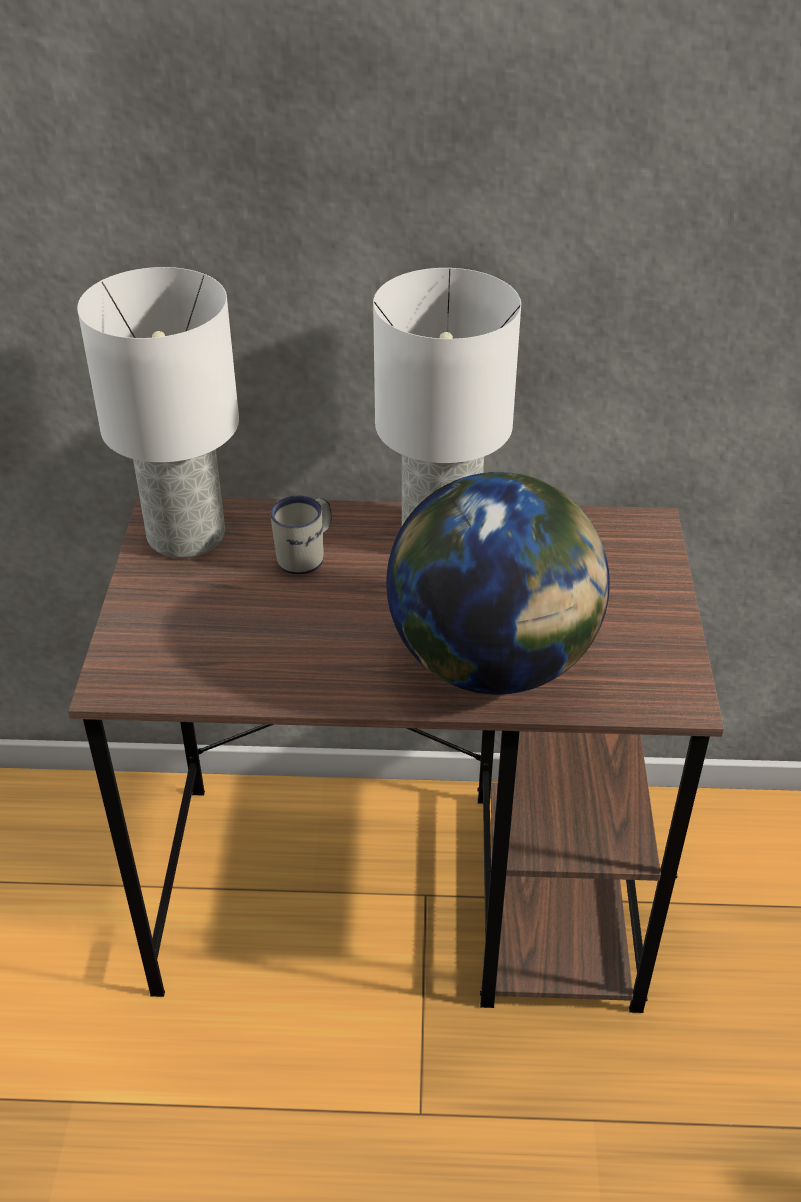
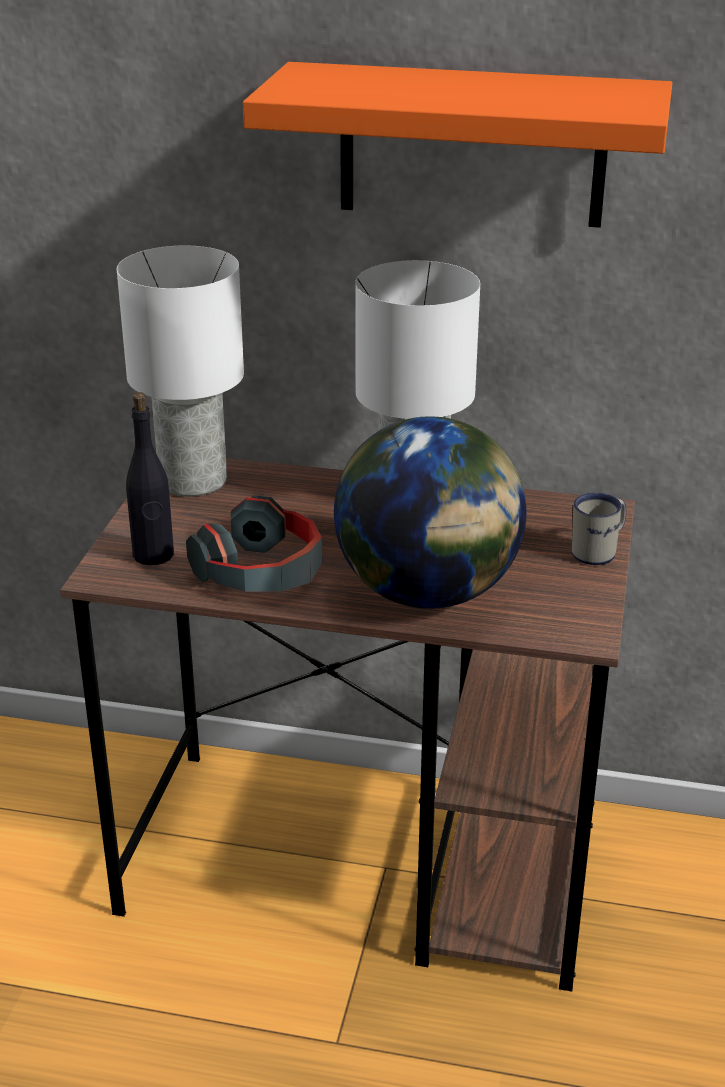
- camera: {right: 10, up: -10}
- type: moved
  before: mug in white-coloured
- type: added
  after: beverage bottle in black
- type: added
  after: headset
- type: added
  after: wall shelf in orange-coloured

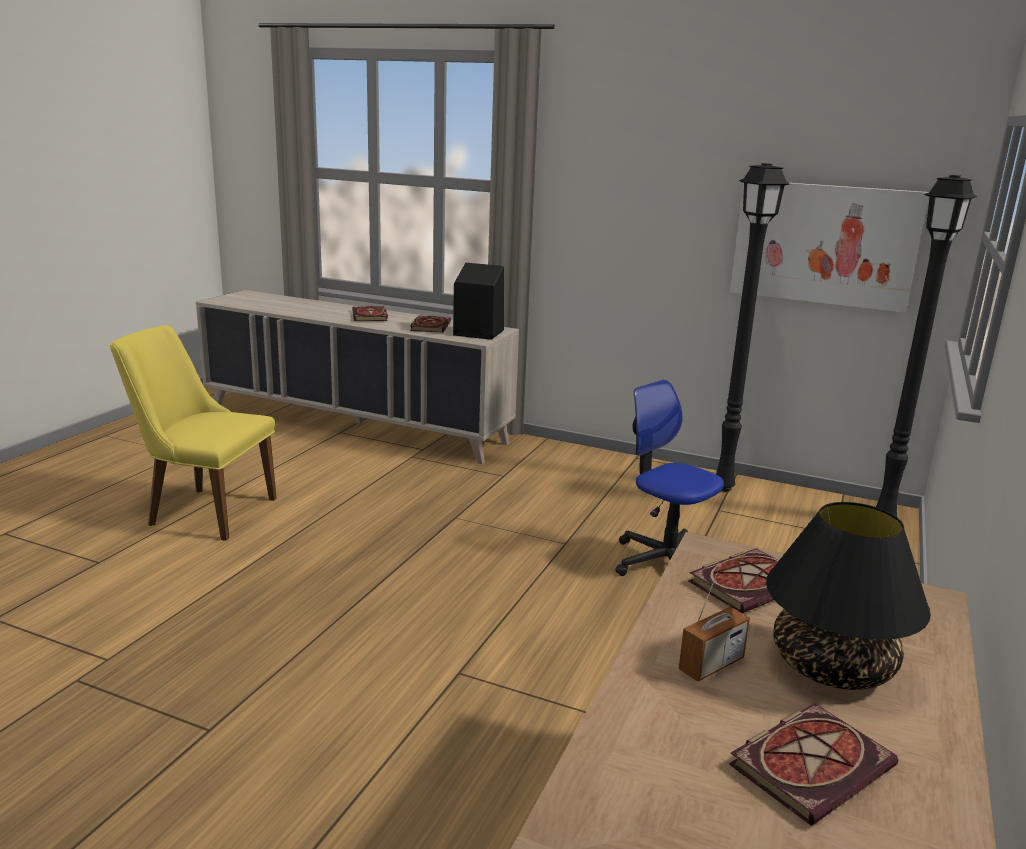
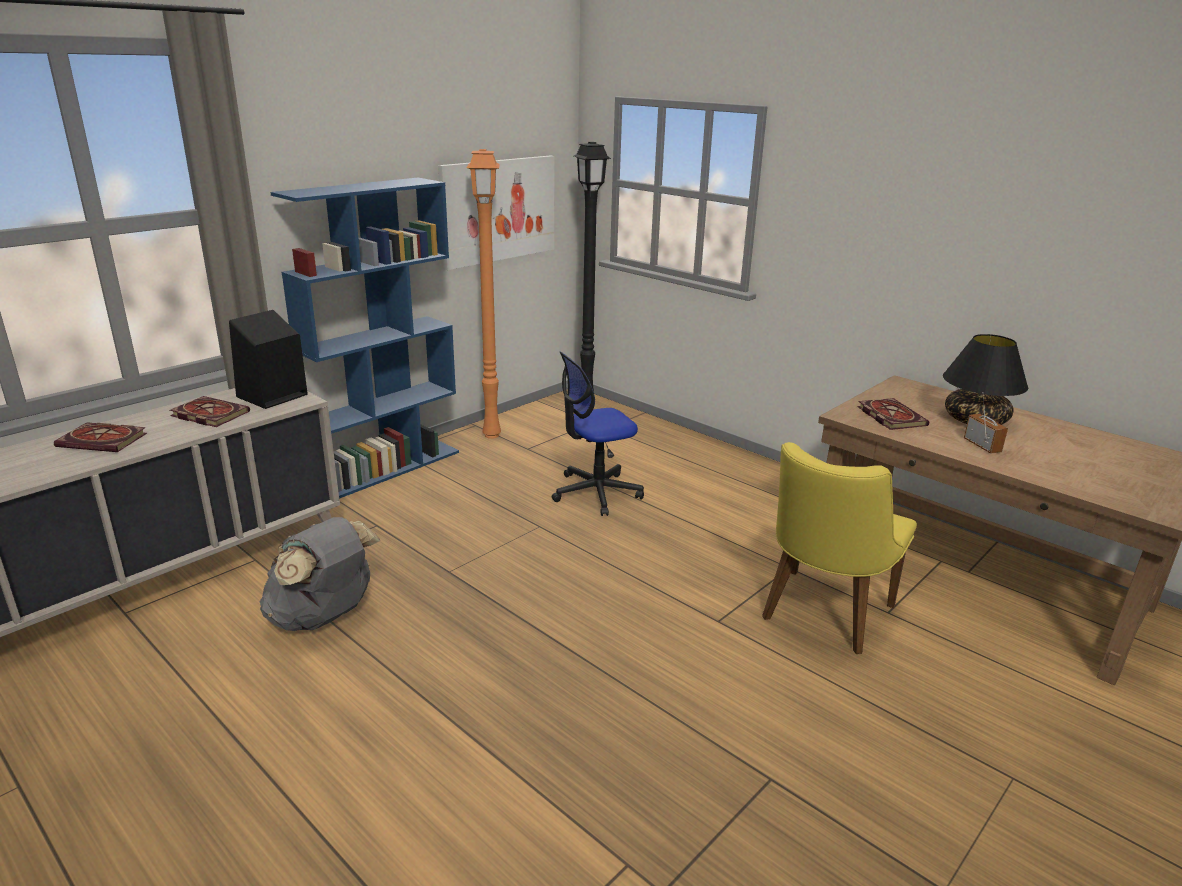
- camera: {right: -70, up: 5}
- type: moved
  before: upright chair in yellow
- type: recoloured
  before: standing lamp in black (1st from left)
  after: standing lamp in orange-coloured
- type: removed
  before: bound book (4th from left)
- type: added
  after: knapsack in gray
- type: added
  after: bookshelf in blue

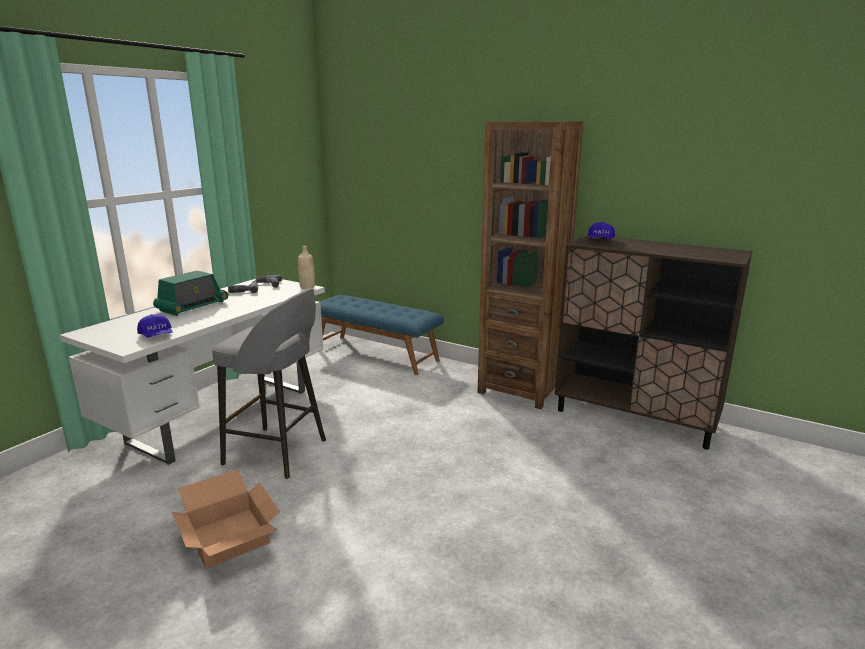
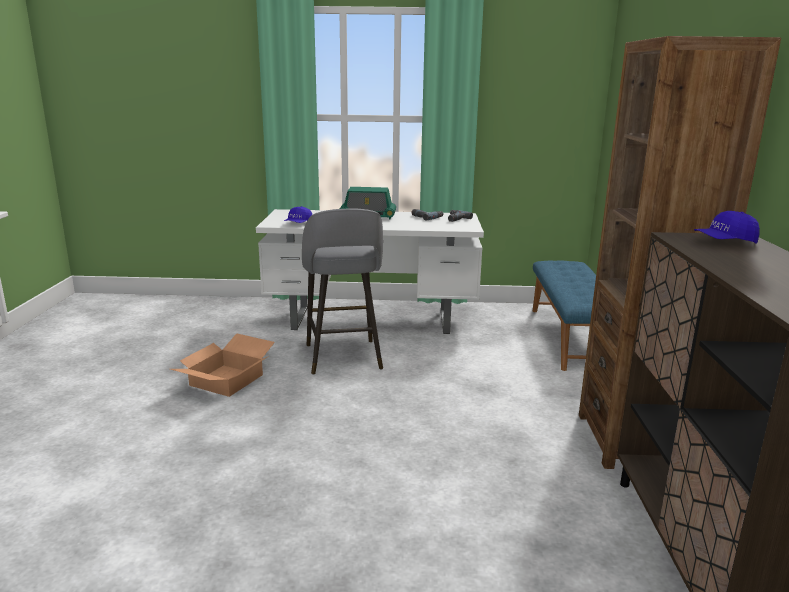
- camera: {right: 60, up: 0}
- type: removed
  before: beverage bottle in beige

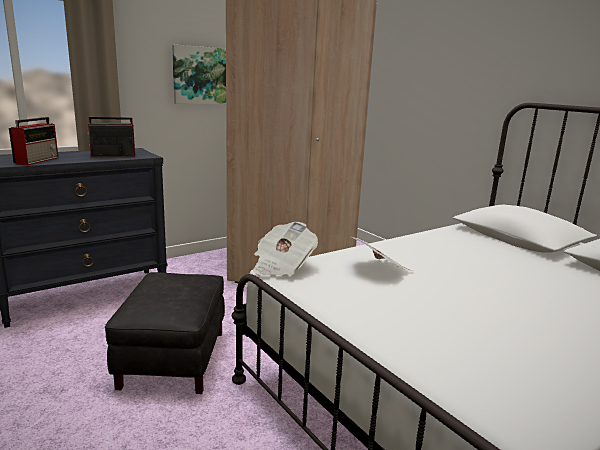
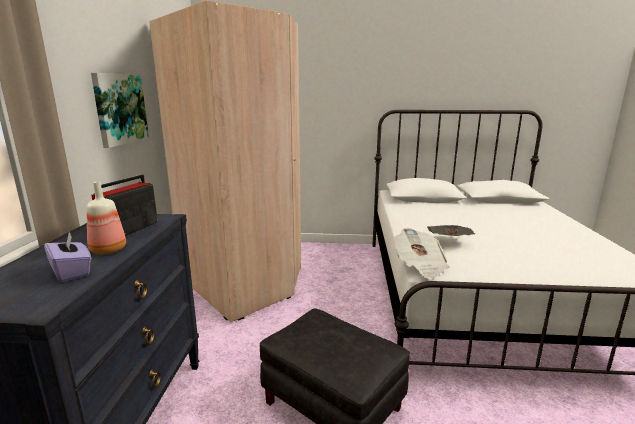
- camera: {right: -50, up: 0}
- type: replaced
  before: radio receiver (1st from left)
  after: box of tissues in purple-coloured
- type: added
  after: beverage bottle

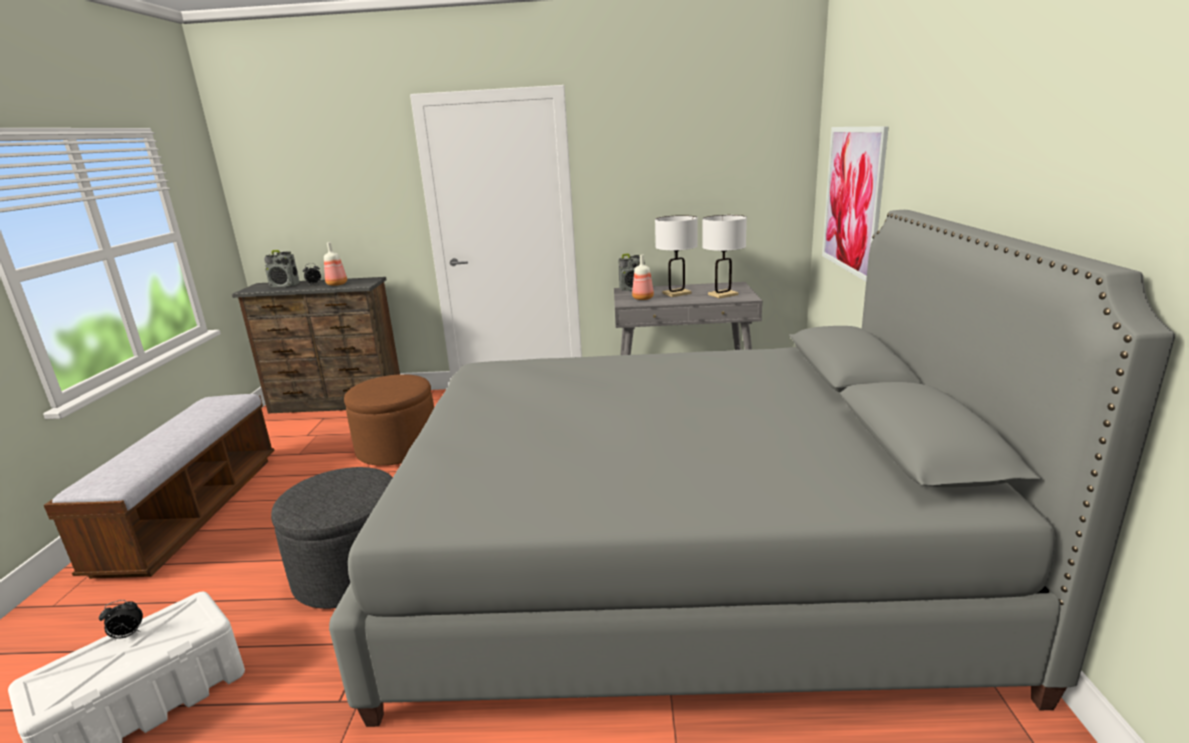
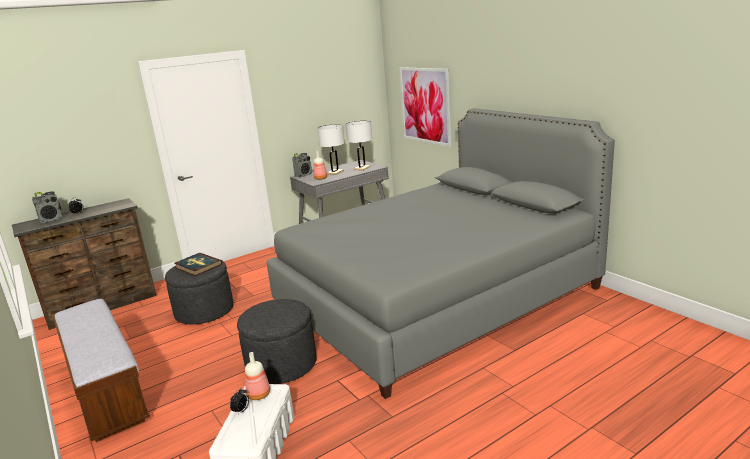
- camera: {right: -35, up: 0}
- type: moved
  before: beverage bottle (1st from left)
- type: recoloured
  before: footrest in brown
  after: footrest in gray (1st from left)
- type: added
  after: bound book

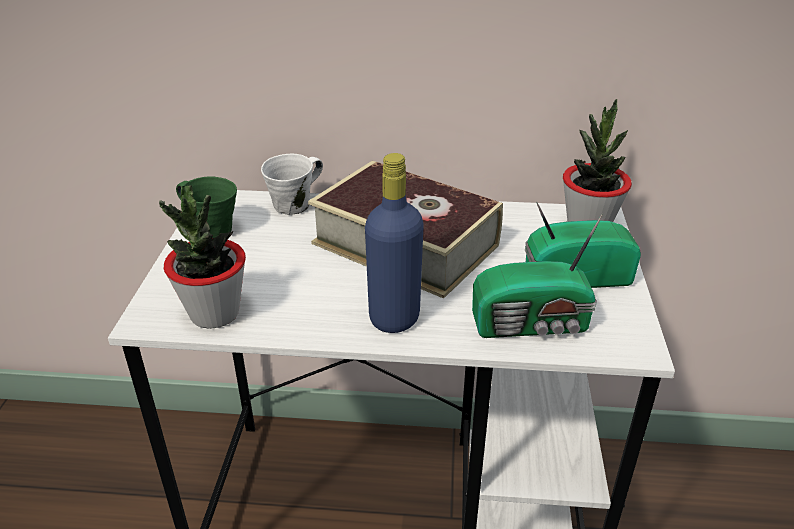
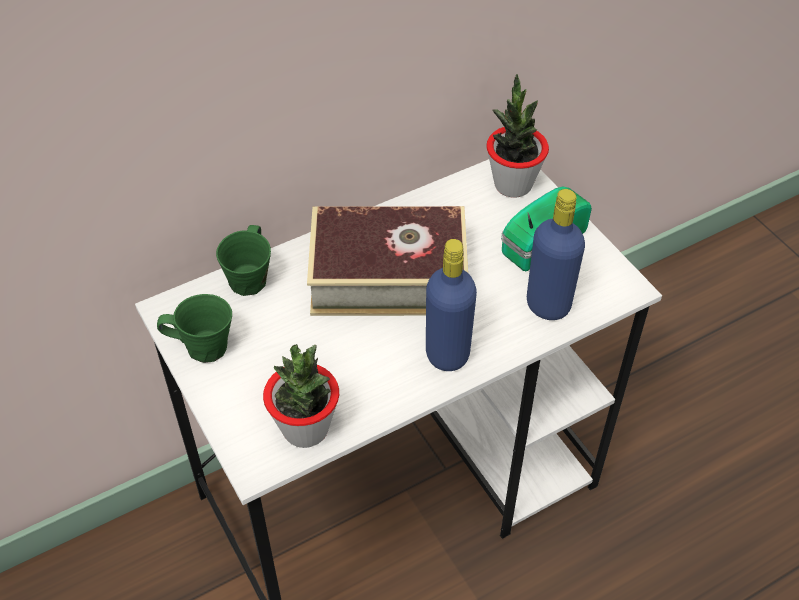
- camera: {right: -35, up: 15}
- type: recoloured
  before: mug in white-coloured
  after: mug in green (2nd from left)
- type: replaced
  before: radio receiver (1st from left)
  after: beverage bottle in blue (2nd from left)

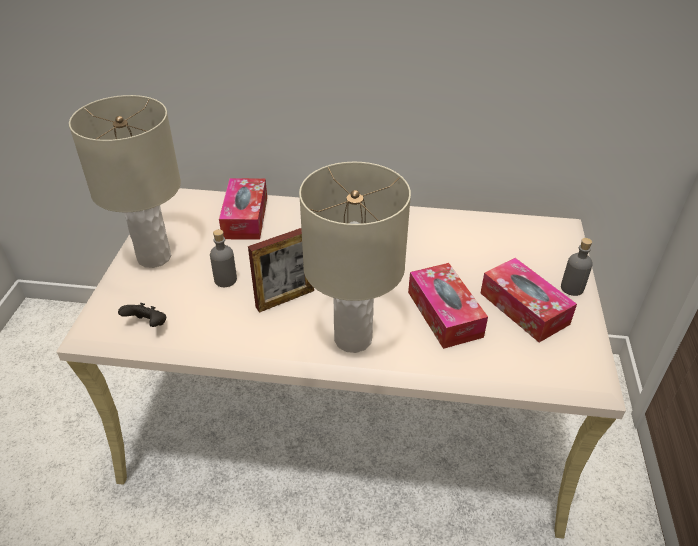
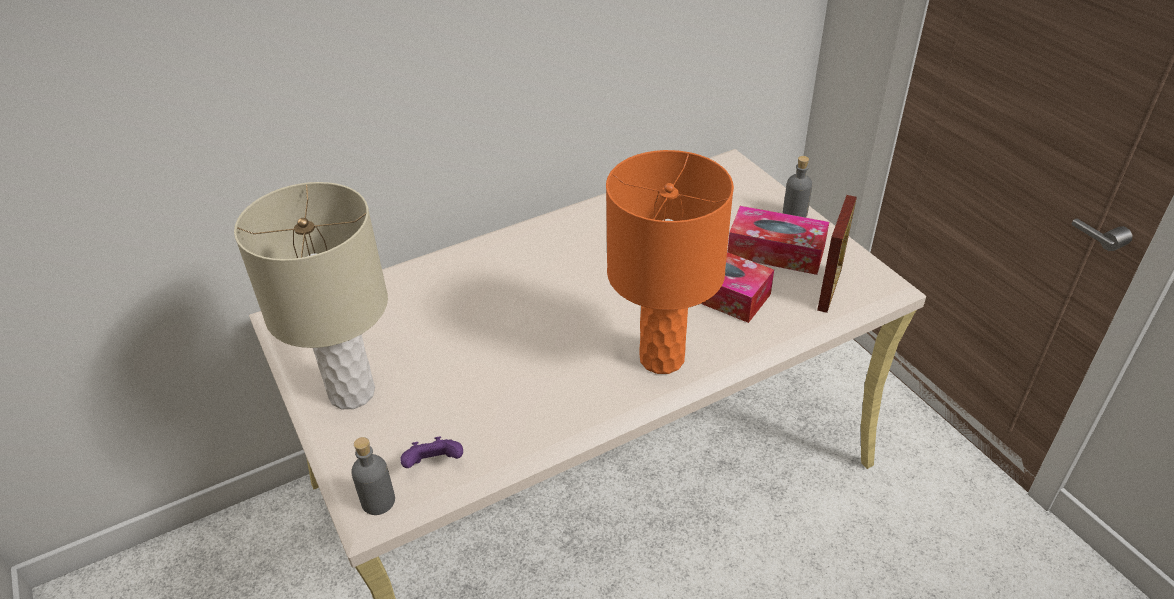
- camera: {right: -35, up: 0}
- type: recoloured
  before: game controller in black
  after: game controller in purple-coloured
- type: moved
  before: beverage bottle in gray (1st from left)
- type: removed
  before: box of tissues (1st from left)
- type: moved
  before: photo frame
- type: recoloured
  before: table lamp in beige (2nd from left)
  after: table lamp in orange-coloured

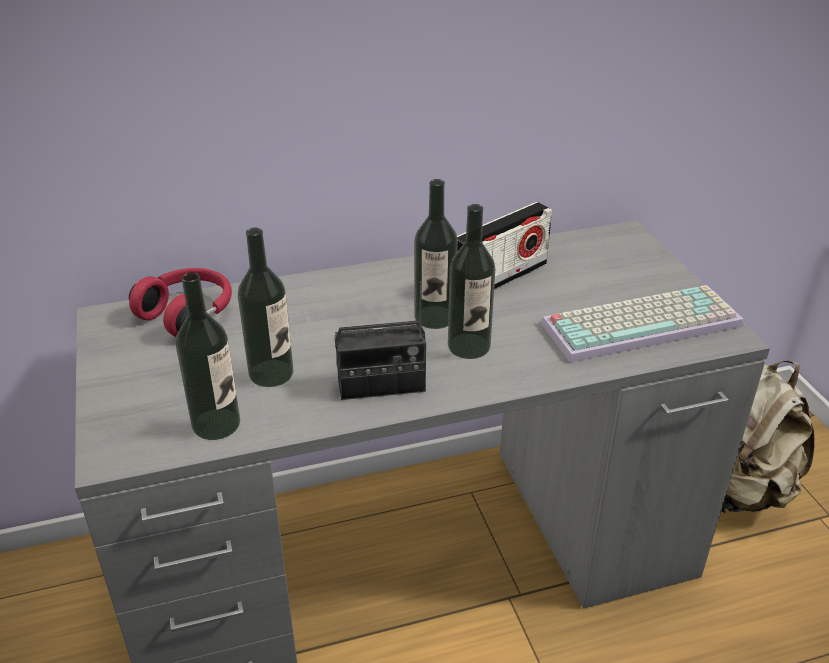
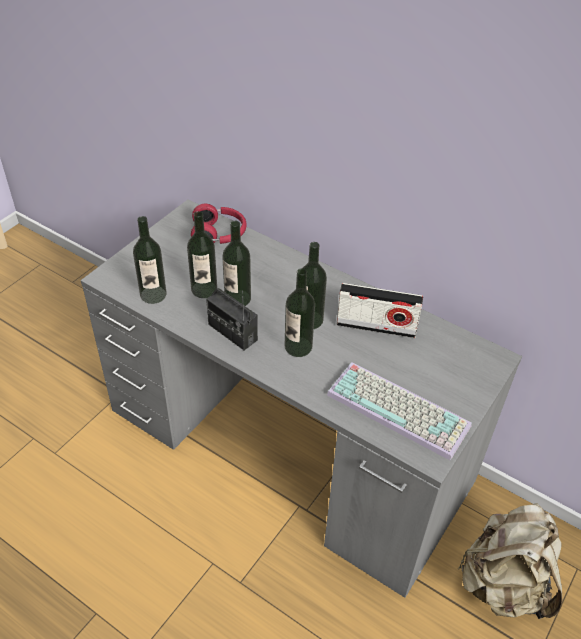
- camera: {right: 50, up: 10}
- type: added
  after: beverage bottle (3rd from left)

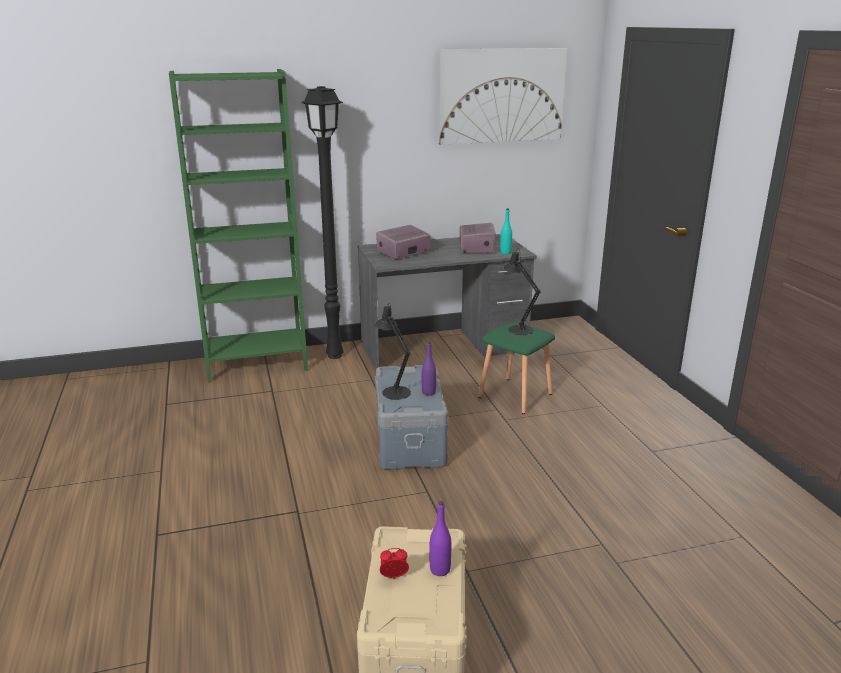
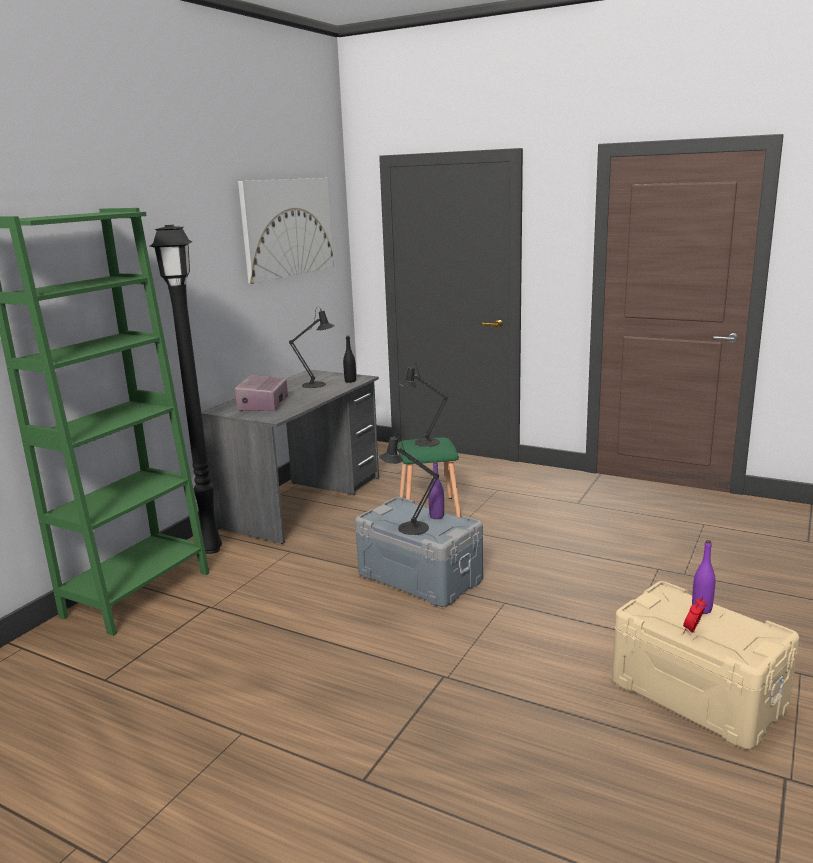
- camera: {right: -45, up: -5}
- type: replaced
  before: radio receiver (2nd from left)
  after: table lamp in black (1st from left)
- type: recoloured
  before: beverage bottle in blue-green
  after: beverage bottle in black

